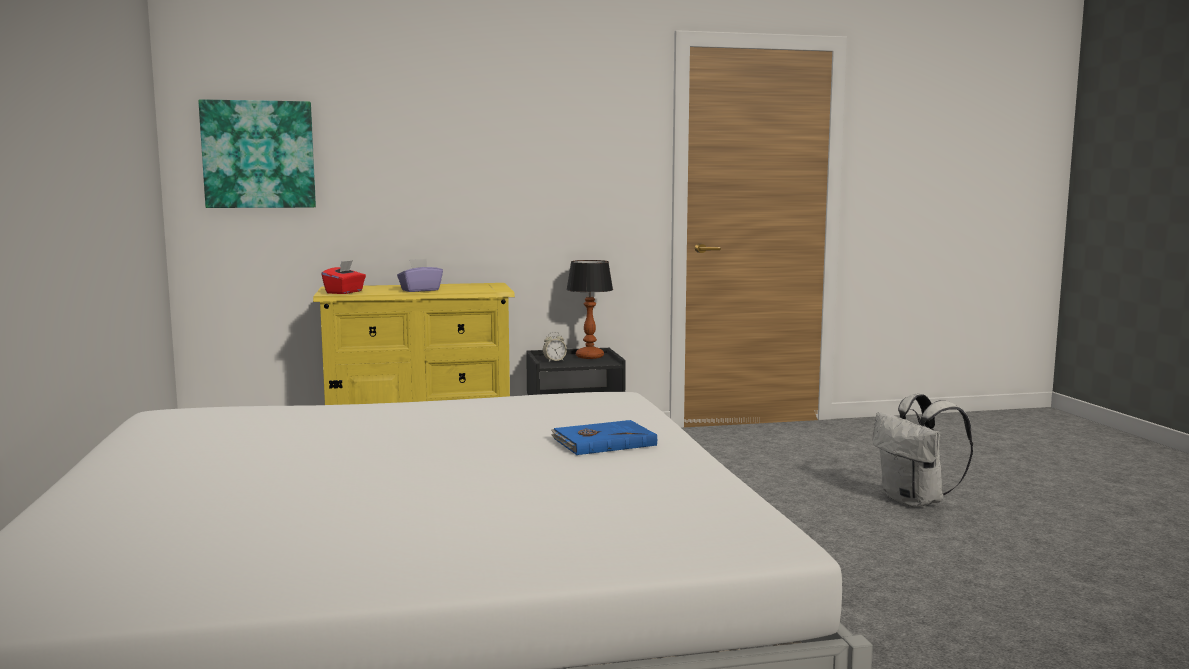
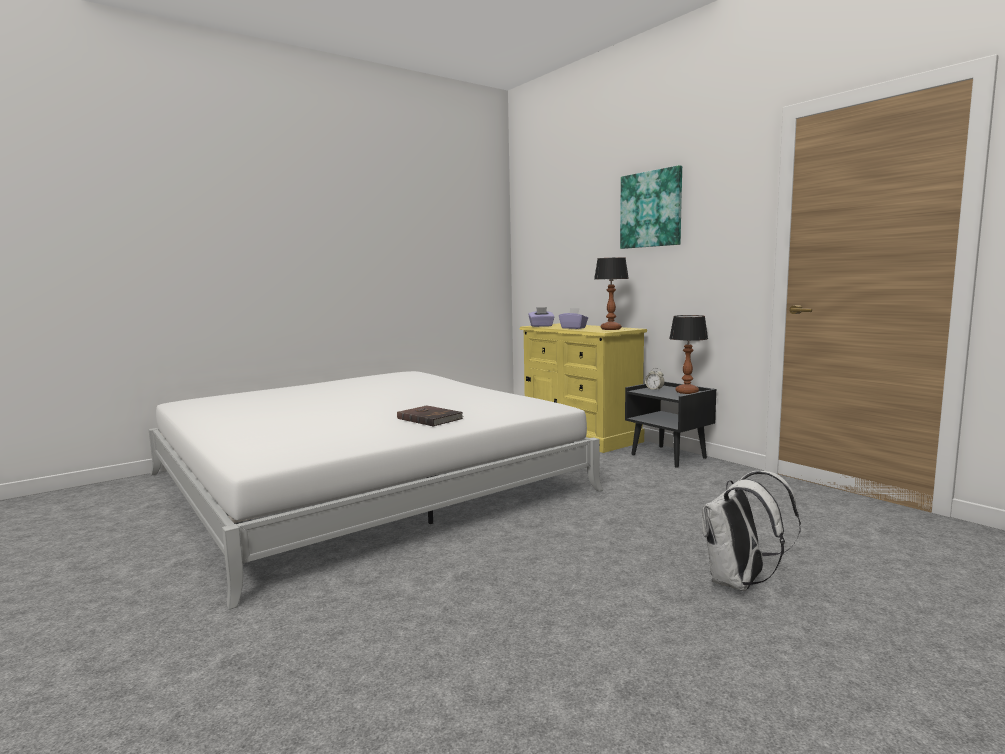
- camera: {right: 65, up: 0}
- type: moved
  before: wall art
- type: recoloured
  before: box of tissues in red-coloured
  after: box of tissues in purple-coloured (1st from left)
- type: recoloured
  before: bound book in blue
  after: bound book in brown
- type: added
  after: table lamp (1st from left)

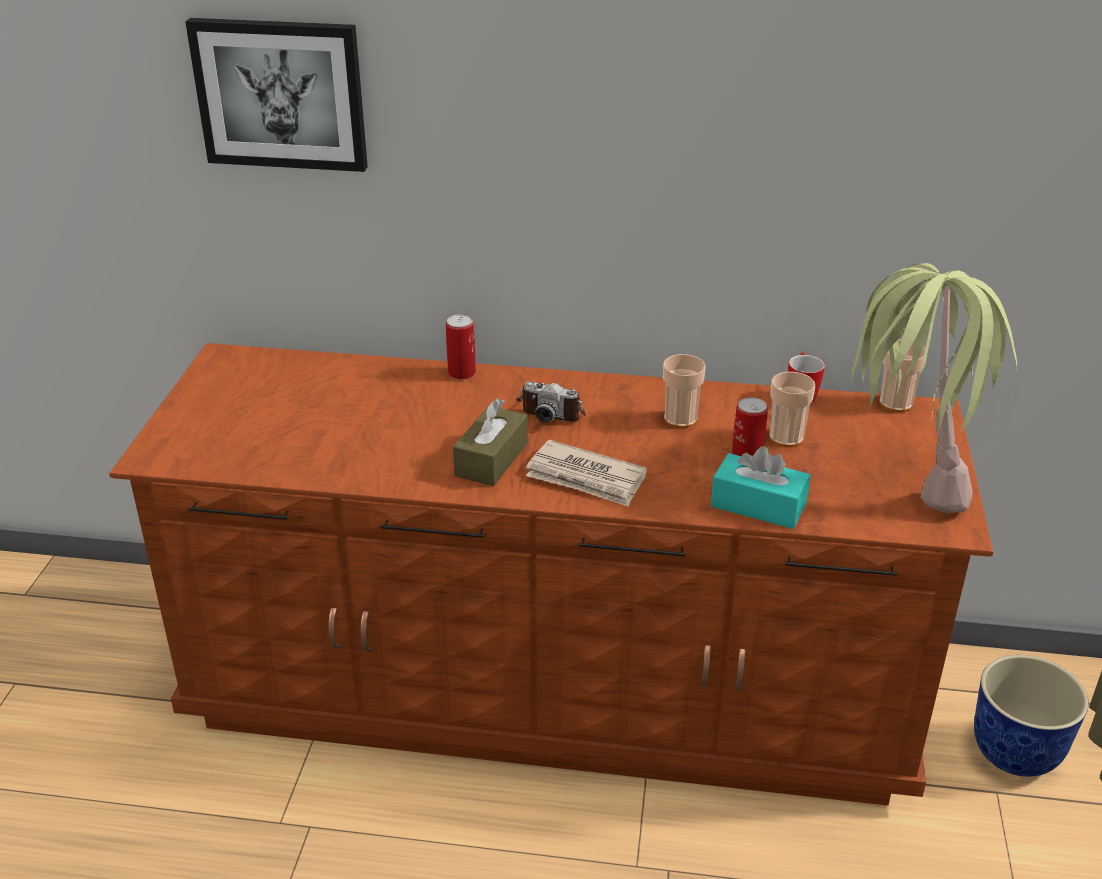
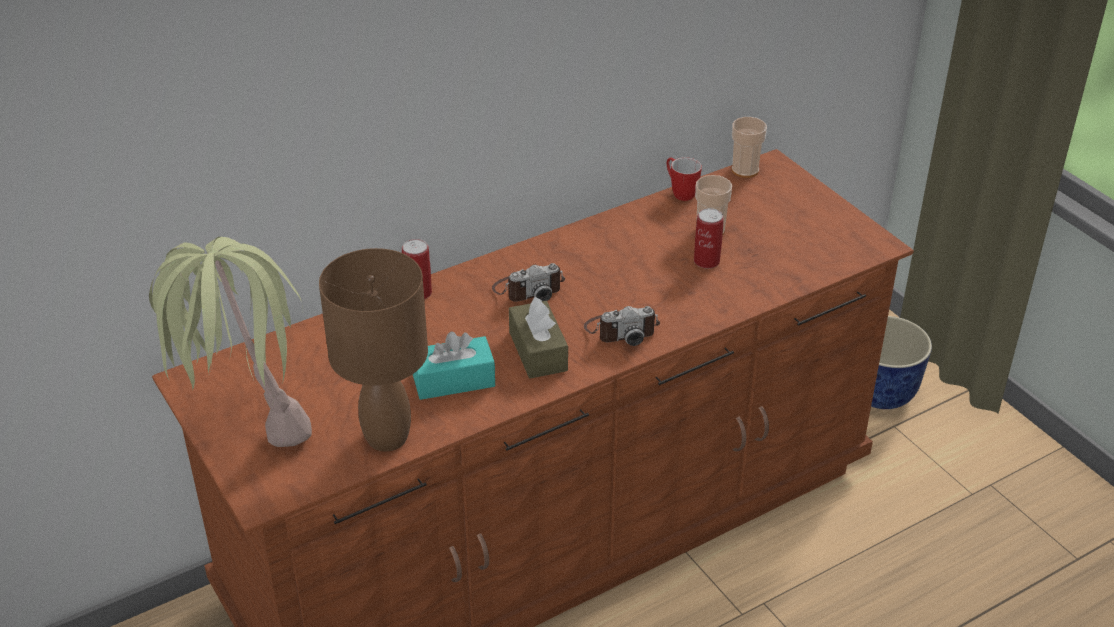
- camera: {right: -40, up: 5}
- type: removed
  before: wall art
- type: replaced
  before: printed paper
  after: photo camera (2nd from left)
- type: removed
  before: small cup (1st from left)
- type: moved
  before: box of tissues in blue-green
- type: moved
  before: plant in a pot
- type: added
  after: table lamp in brown

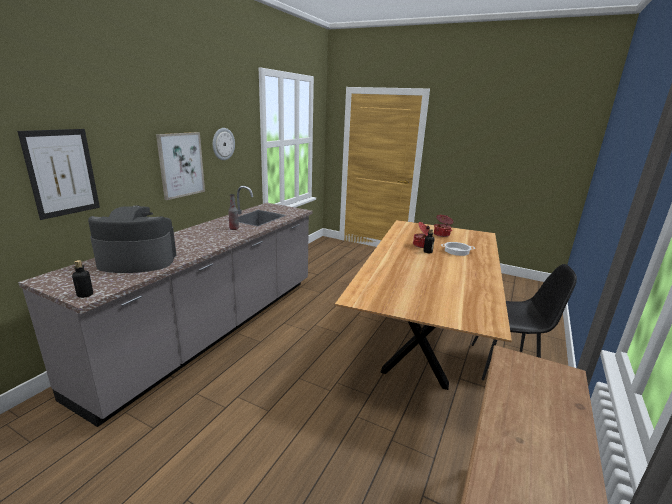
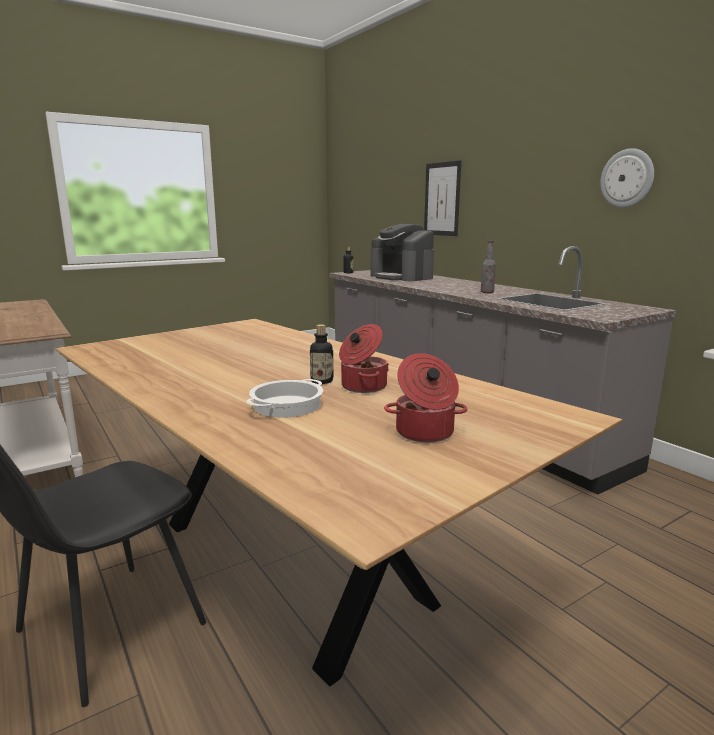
- camera: {right: 120, up: -5}
- type: turned
  before: coffee brewer
  turn: 120
- type: removed
  before: wall art (2nd from left)

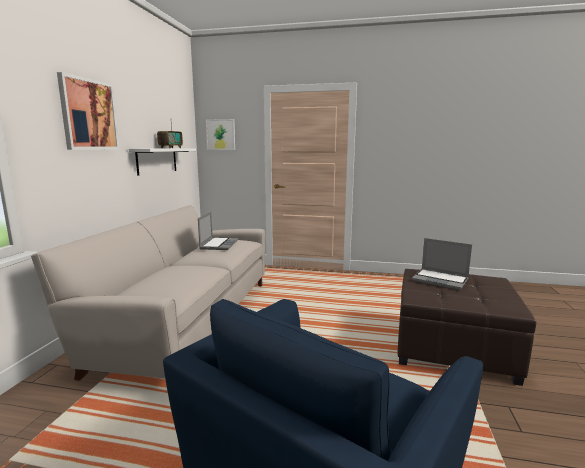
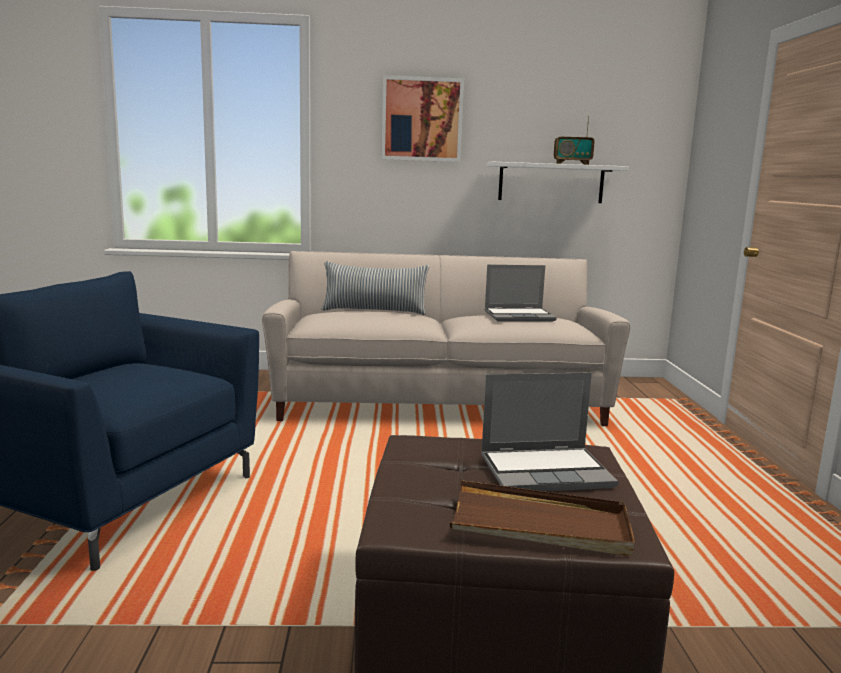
- camera: {right: 75, up: 0}
- type: removed
  before: wall art (2nd from left)
- type: turned
  before: laptop (2nd from left)
  turn: -120
- type: added
  after: cushion
- type: added
  after: serving tray in brown

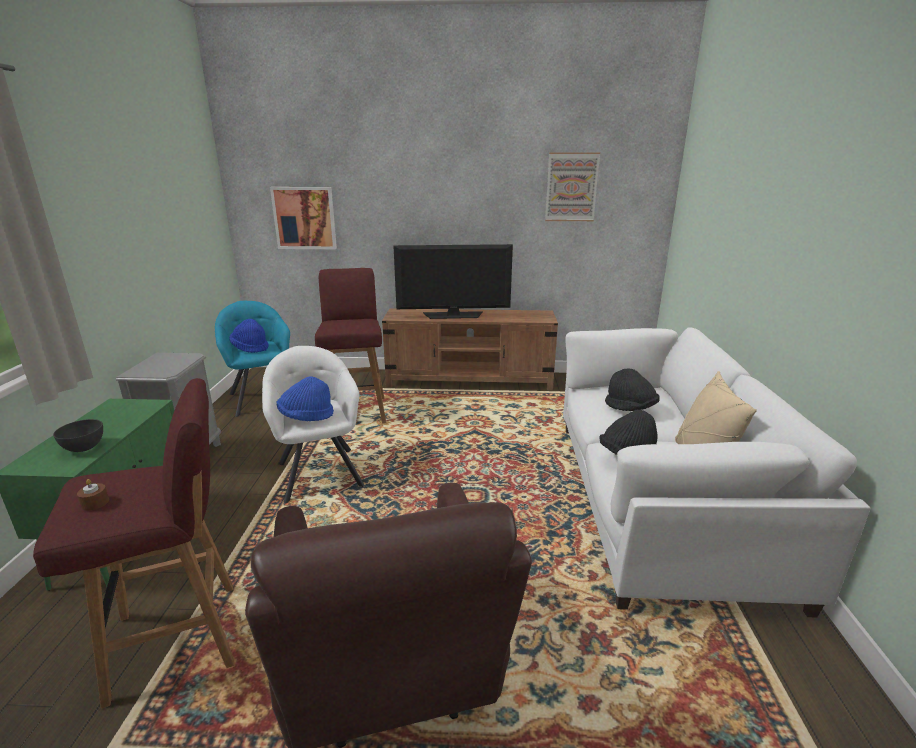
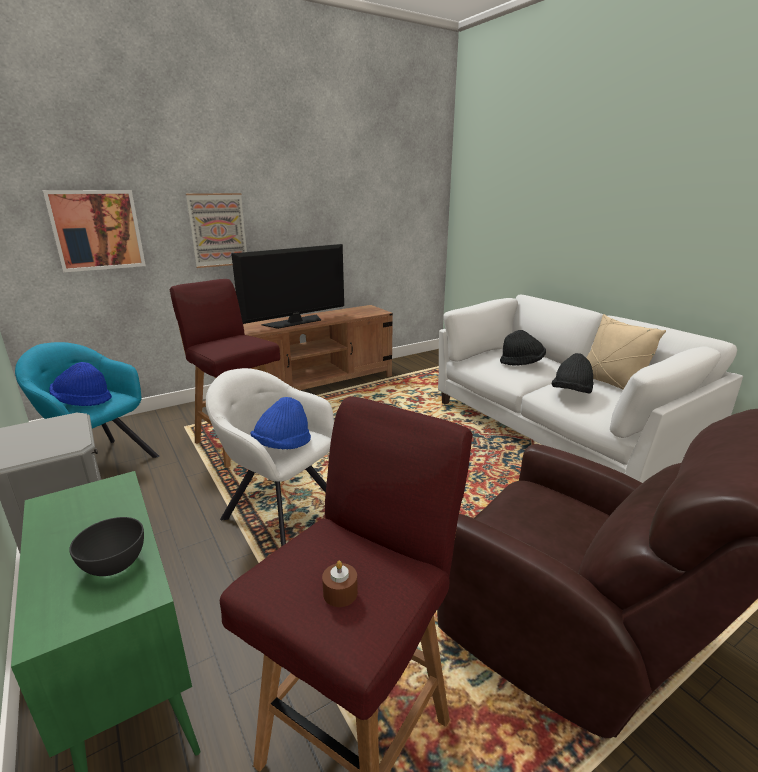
- camera: {right: -35, up: 0}
- type: moved
  before: wall art (2nd from left)

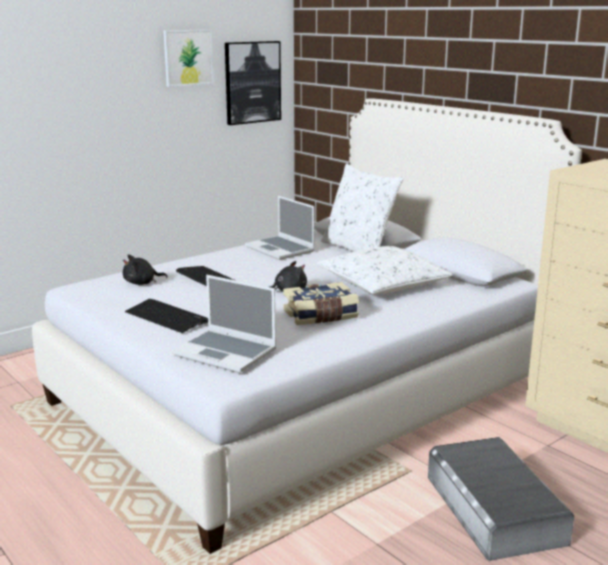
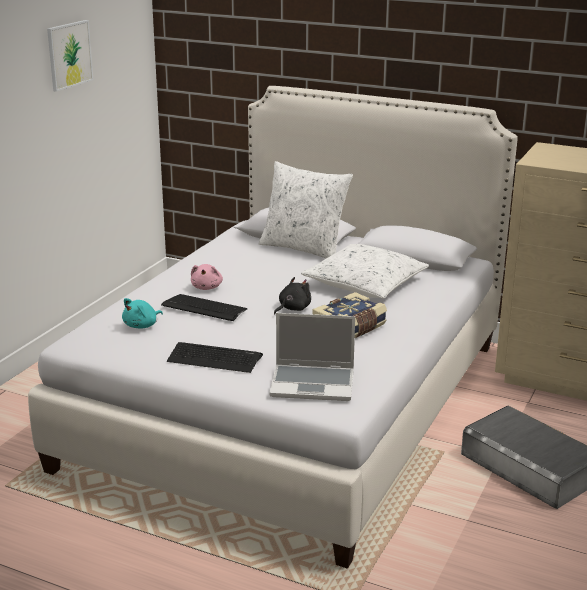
- camera: {right: -25, up: 5}
- type: recoloured
  before: soft toy in black (1st from left)
  after: soft toy in blue-green
- type: removed
  before: wall art (2nd from left)
- type: removed
  before: laptop (2nd from left)
- type: added
  after: soft toy in pink

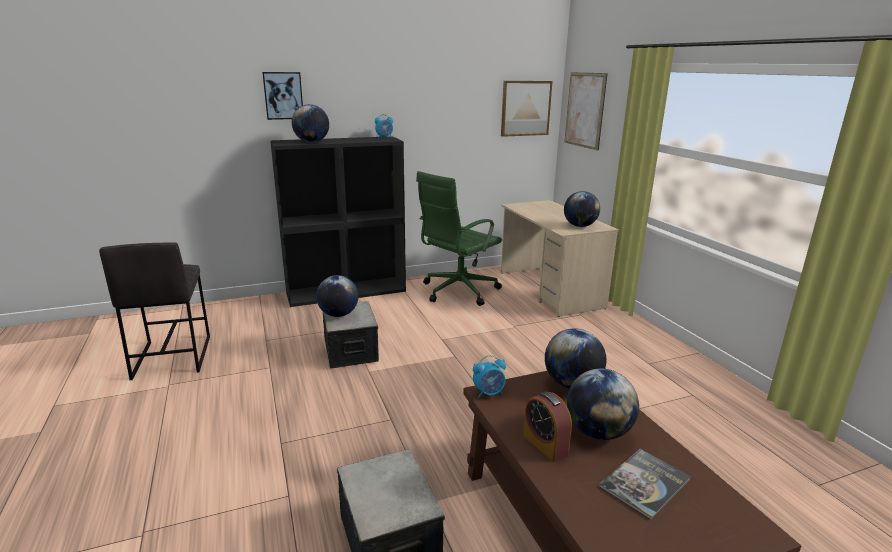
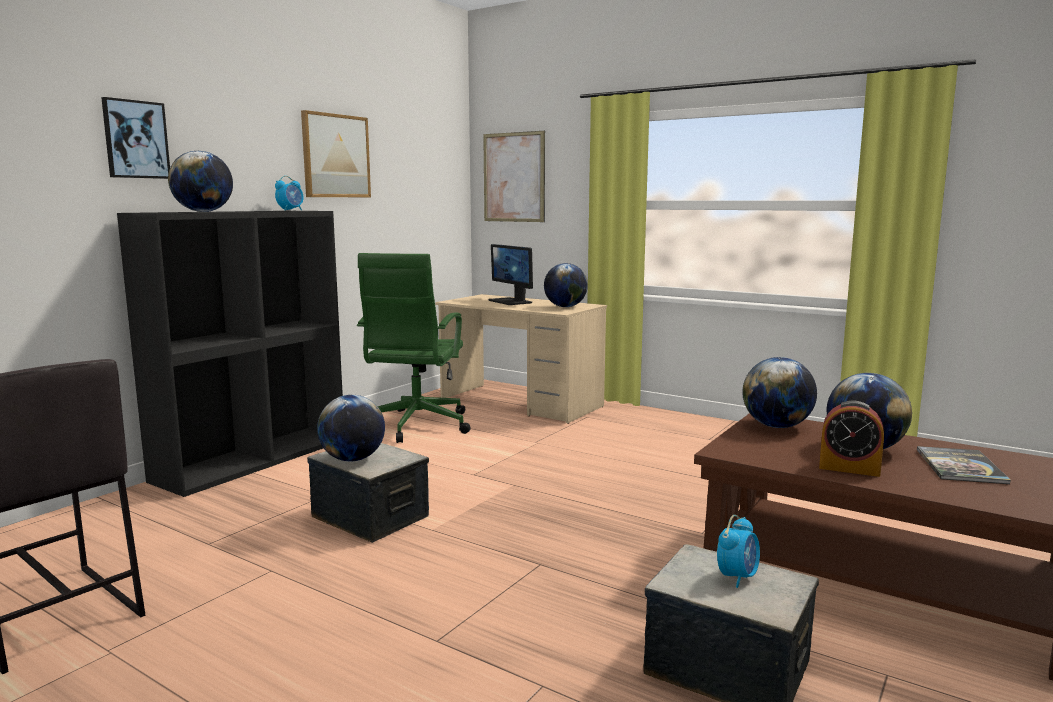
- camera: {right: -35, up: -10}
- type: moved
  before: bedside clock (2nd from left)
- type: moved
  before: wall art (2nd from left)
- type: added
  after: computer display

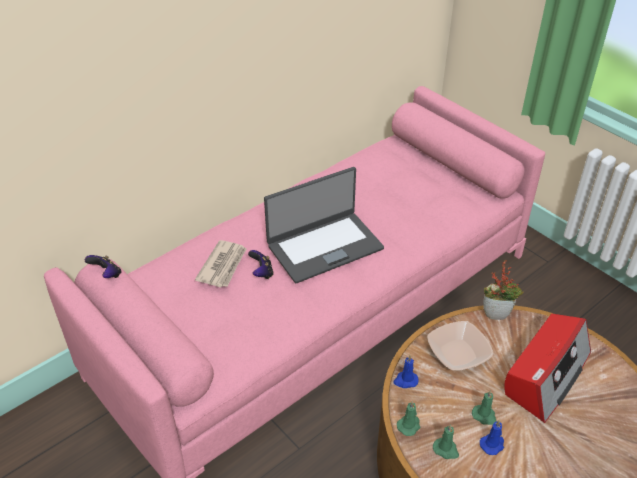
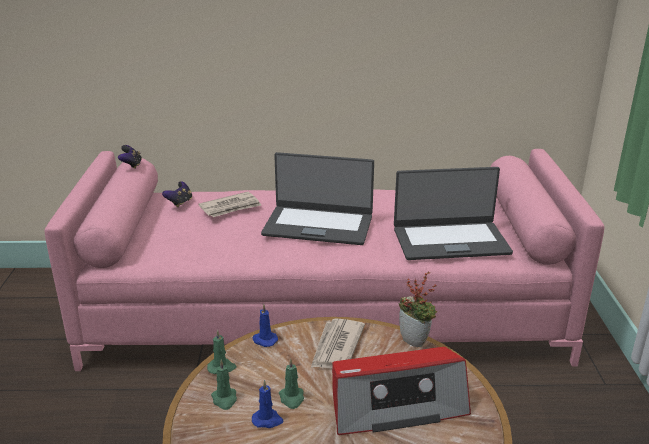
- camera: {right: 40, up: -15}
- type: moved
  before: game controller (2nd from left)
- type: replaced
  before: bowl
  after: printed paper (2nd from left)
- type: added
  after: laptop (2nd from left)

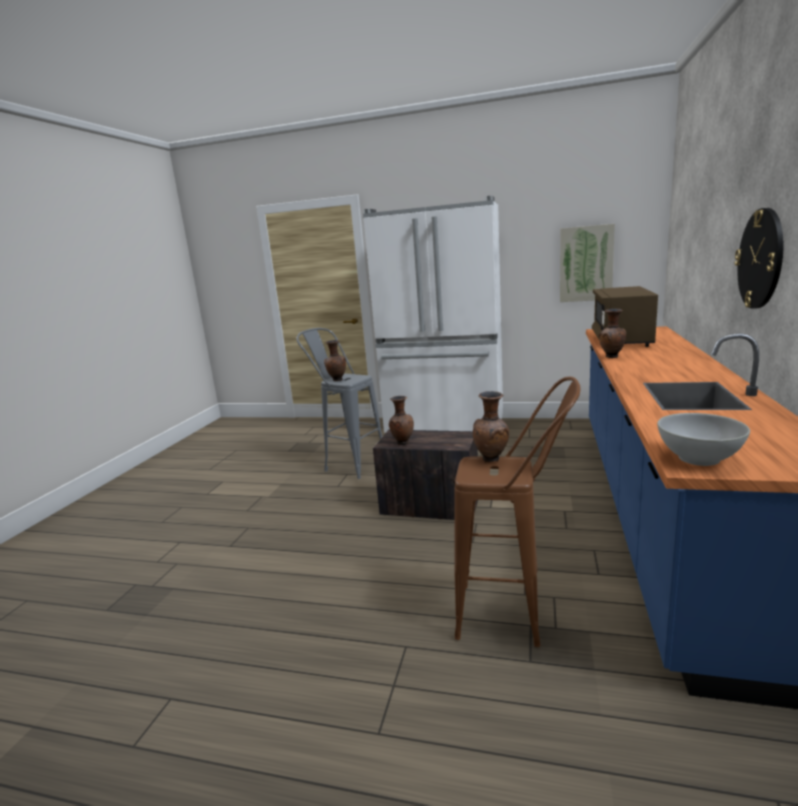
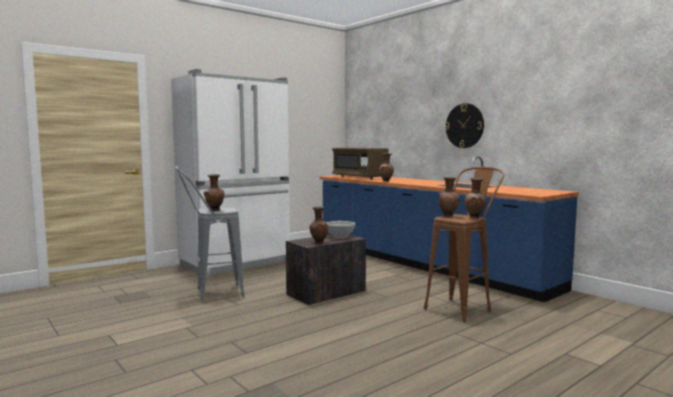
- camera: {right: -55, up: -10}
- type: removed
  before: wall art
- type: moved
  before: bowl in white-coloured
- type: added
  after: decorative vase in brown (5th from left)

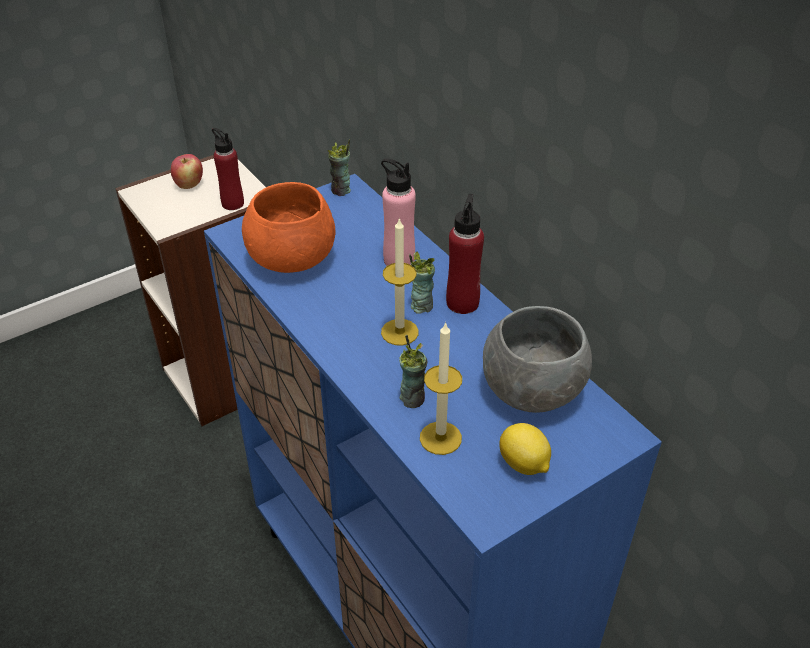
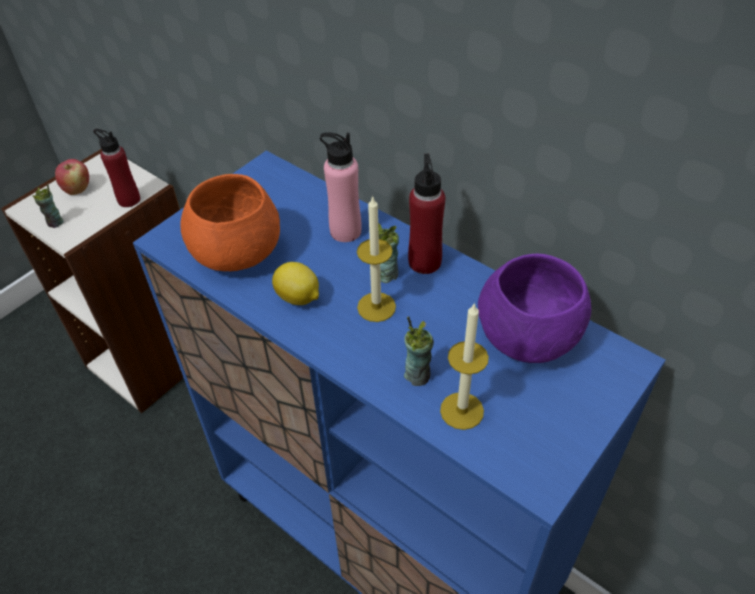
- camera: {right: -15, up: 5}
- type: moved
  before: small cup (1st from left)
- type: recoloured
  before: bowl in gray
  after: bowl in purple-coloured
- type: moved
  before: lemon

